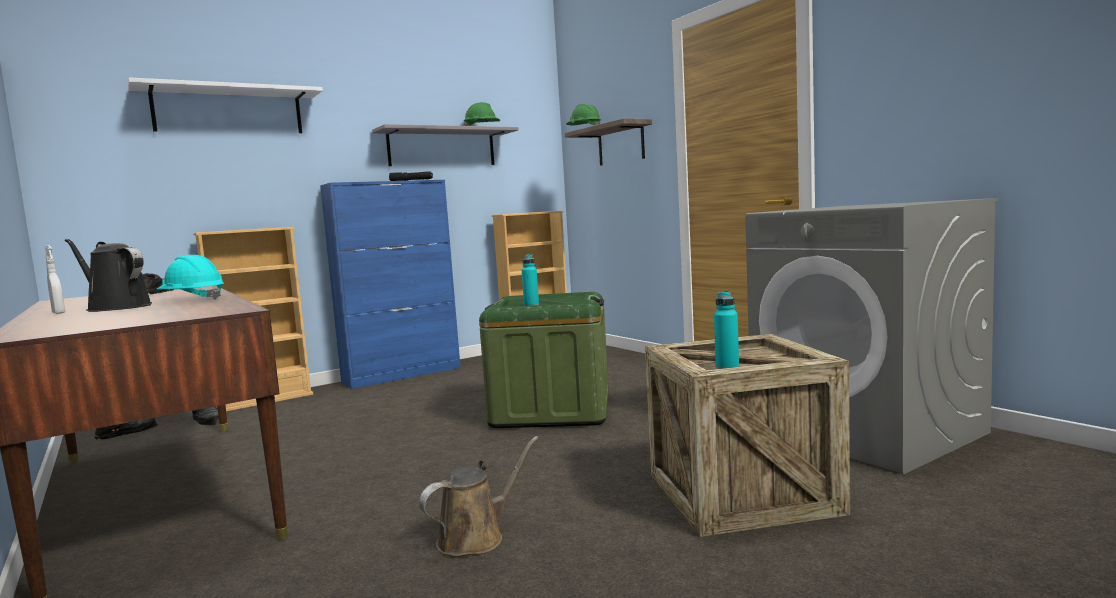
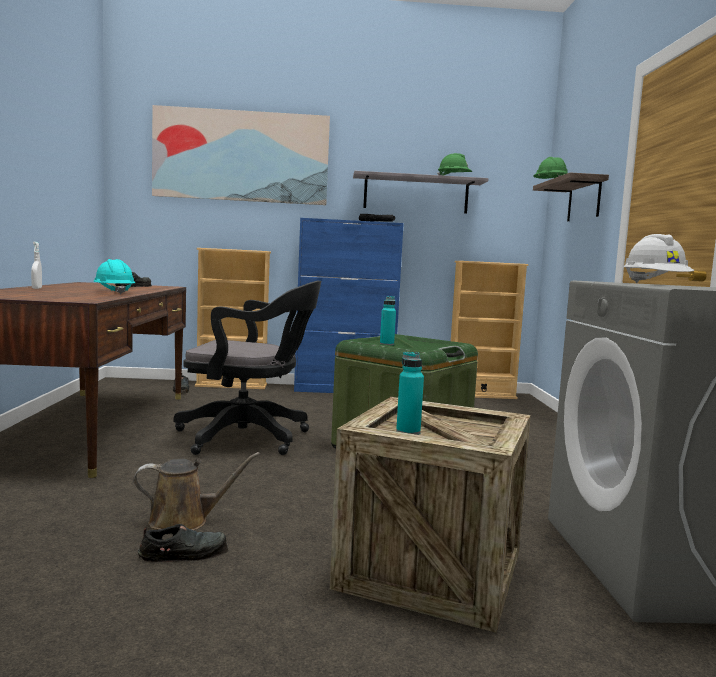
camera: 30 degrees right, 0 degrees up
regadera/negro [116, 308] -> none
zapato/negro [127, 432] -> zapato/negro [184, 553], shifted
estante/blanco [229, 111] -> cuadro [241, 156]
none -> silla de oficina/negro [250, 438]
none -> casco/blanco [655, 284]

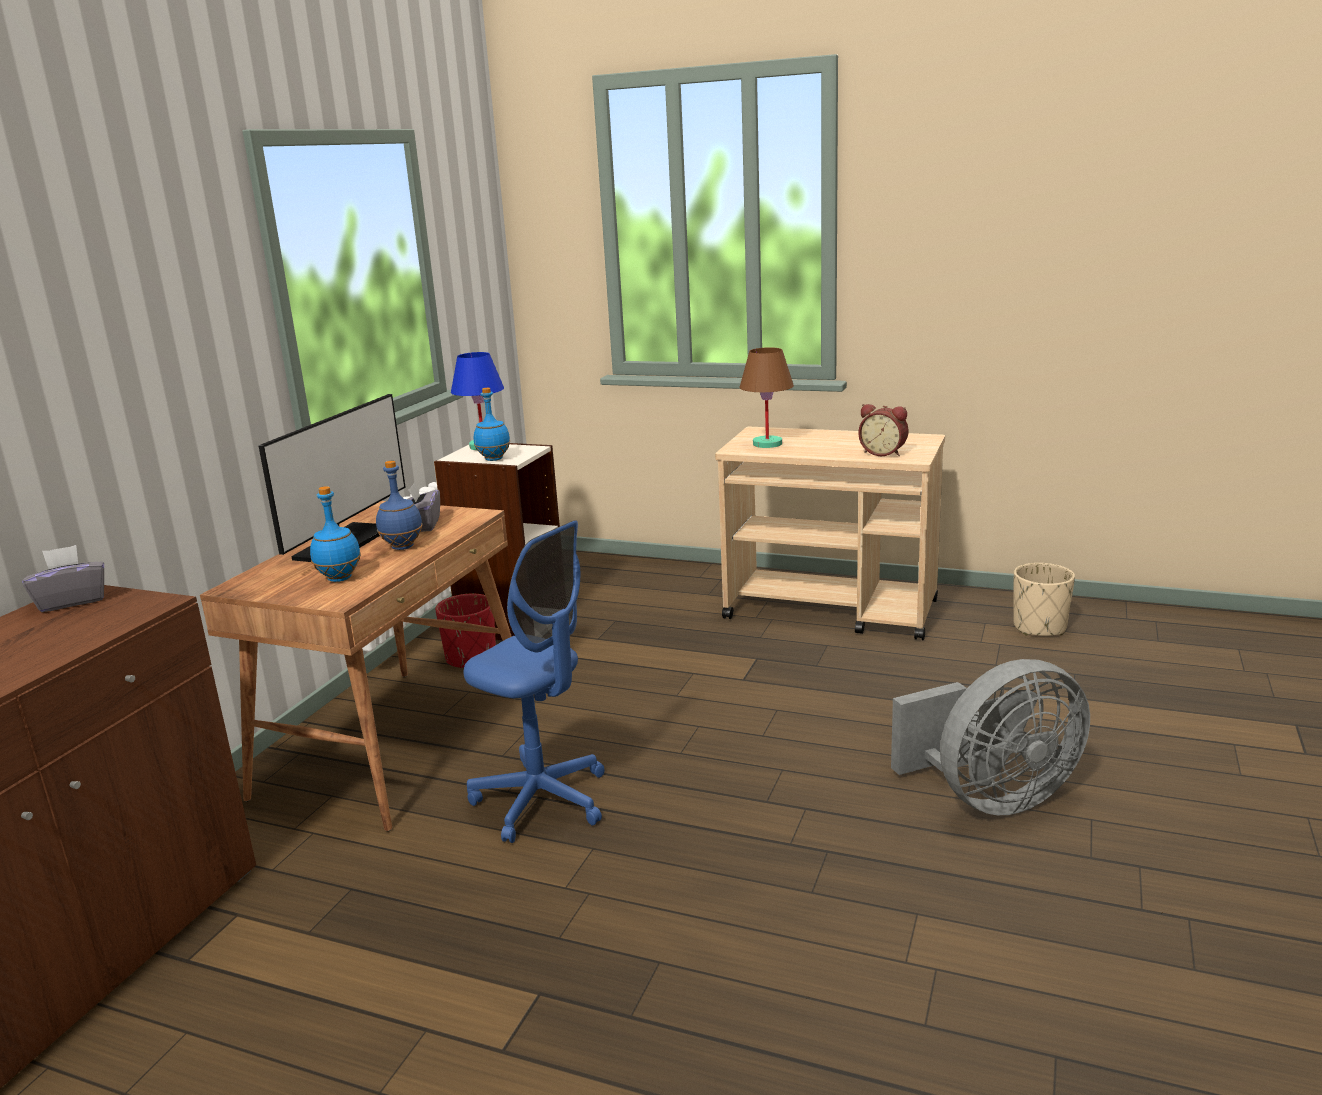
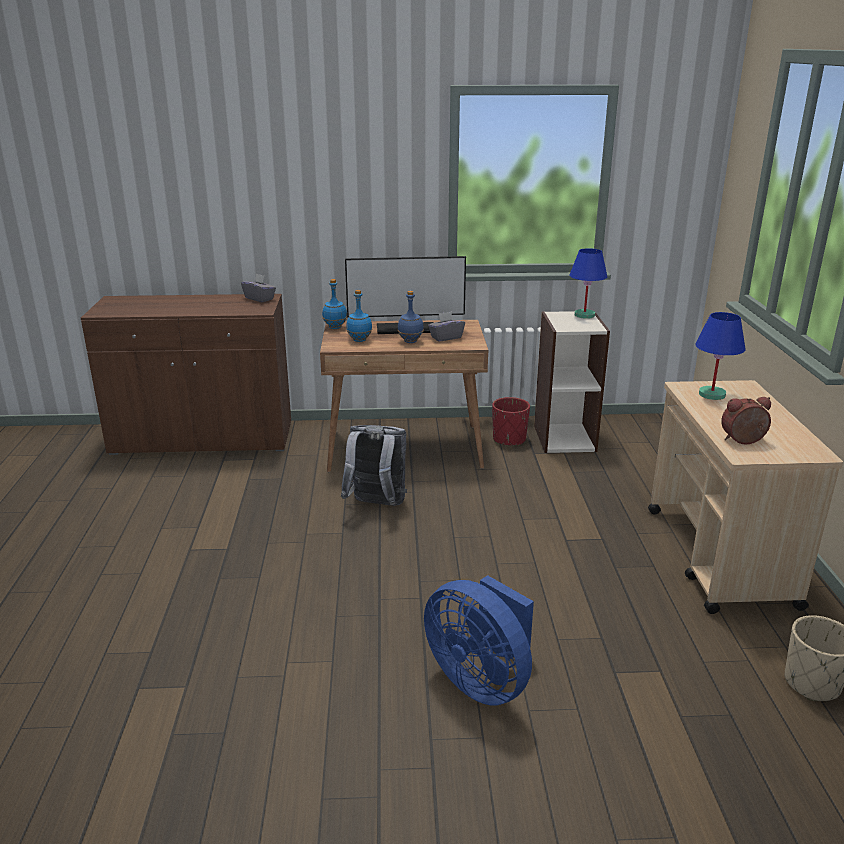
camera: 65 degrees right, 5 degrees up
silla de oficina/azul [541, 801] -> mochila/gris [376, 505]
botella/azul [494, 459] -> botella/azul [335, 328], shifted
lámpara de mesa/marrón [767, 443] -> lámpara de mesa/azul [712, 394]
despertador [883, 453] -> despertador [743, 441], 75 degrees clockwise
ventilador/gris [991, 798] -> ventilador/azul [481, 680]

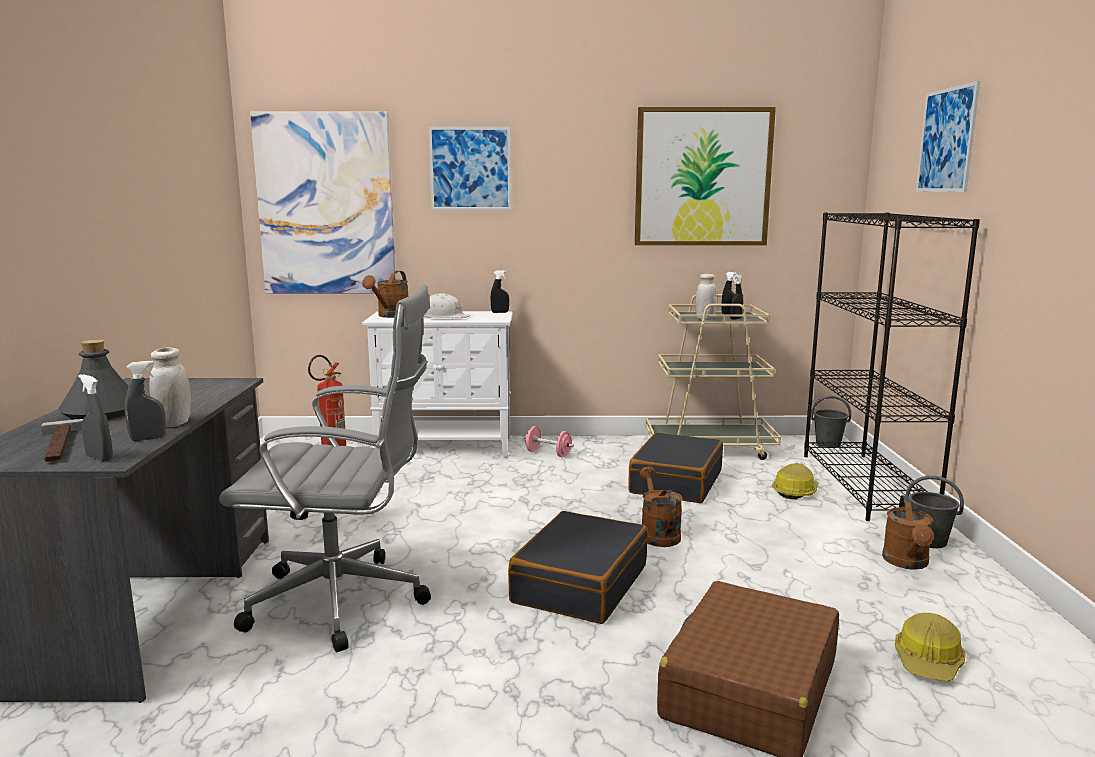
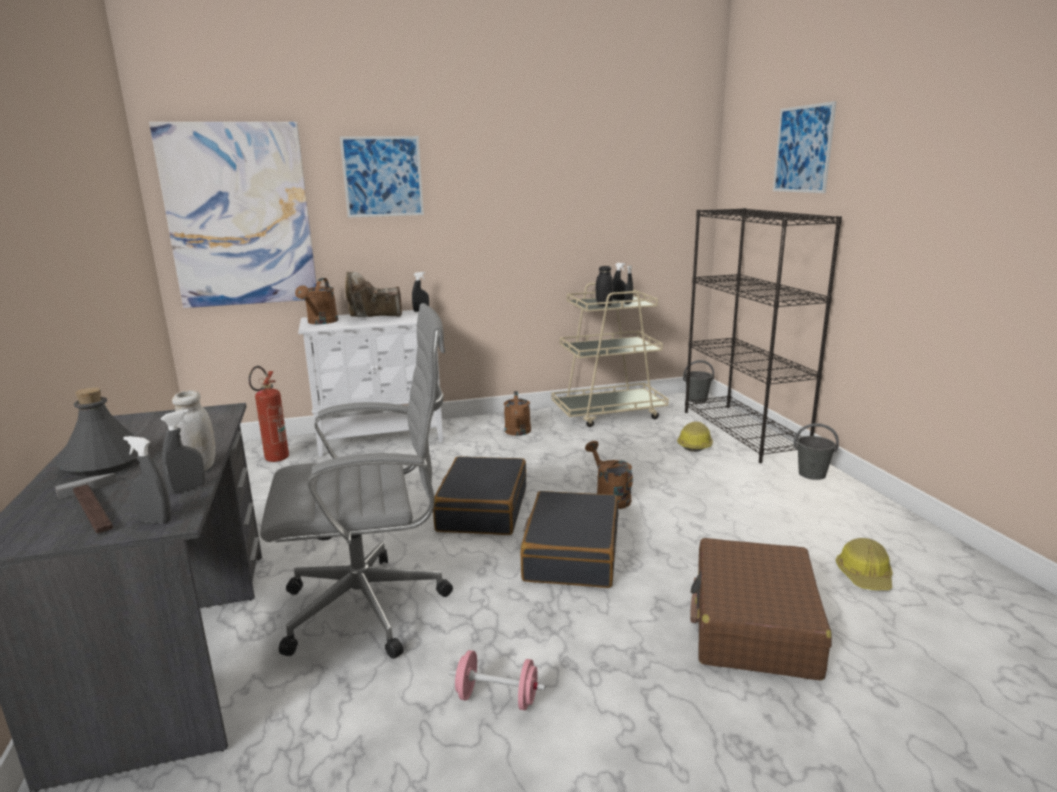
camera: 15 degrees left, 5 degrees up
casco/blanco [444, 316] -> bota/marrón [373, 319]
mancuerna/rosa [548, 453] -> mancuerna/rosa [497, 698], shifted
maleta/negro [675, 482] -> maleta/negro [482, 509], shifted
cuadro [702, 177] -> none
tarro/blanco [705, 319] -> tarro/negro [604, 305]
regadera/marrón [907, 563] -> regadera/marrón [518, 432], shifted

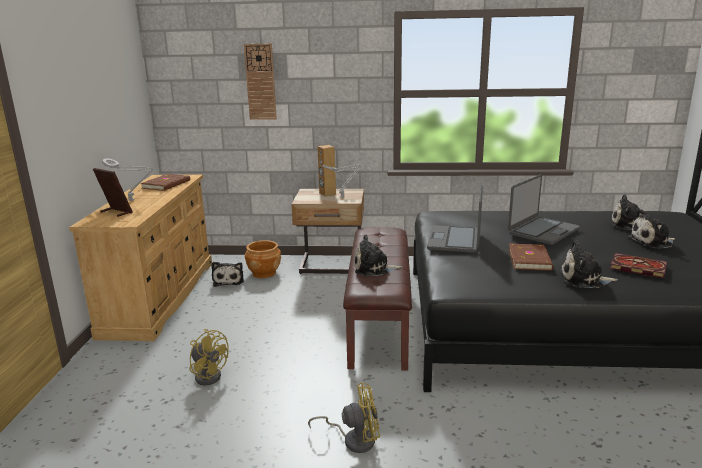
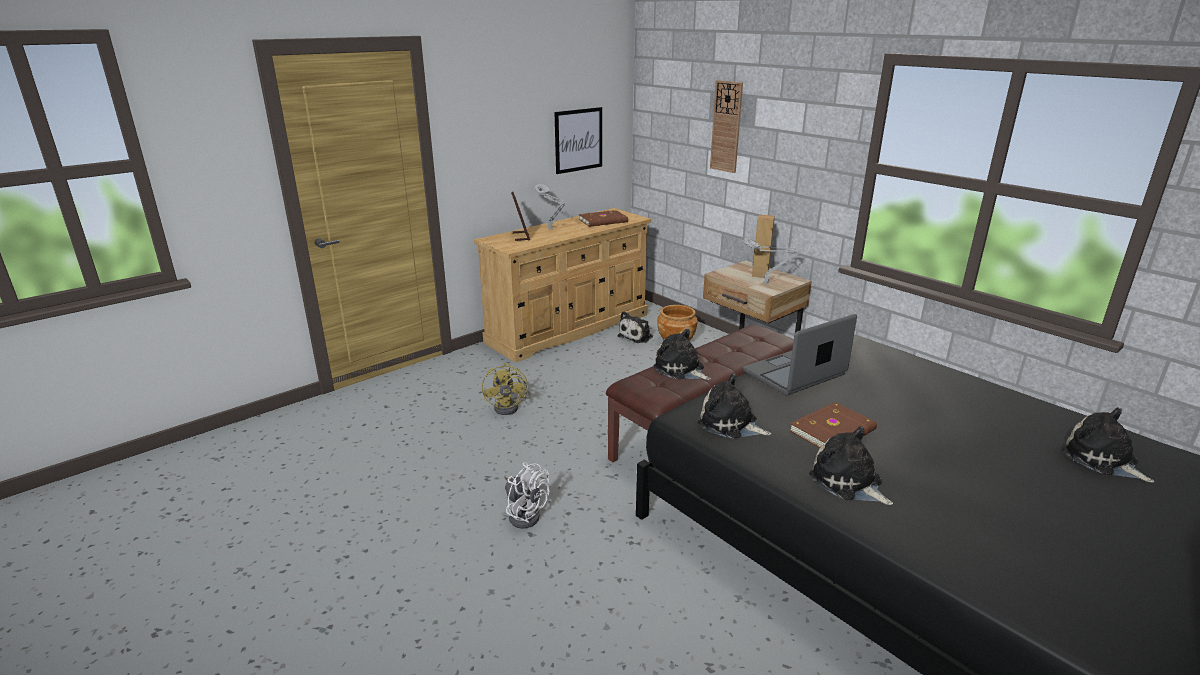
camera: 45 degrees right, 5 degrees up
ventilador/amarillo [354, 439] -> ventilador/blanco [524, 514]
portátil [542, 231] -> none
libro [636, 267] -> none
peluche [653, 242] -> peluche [730, 424], shifted
none -> cuadro [578, 140]

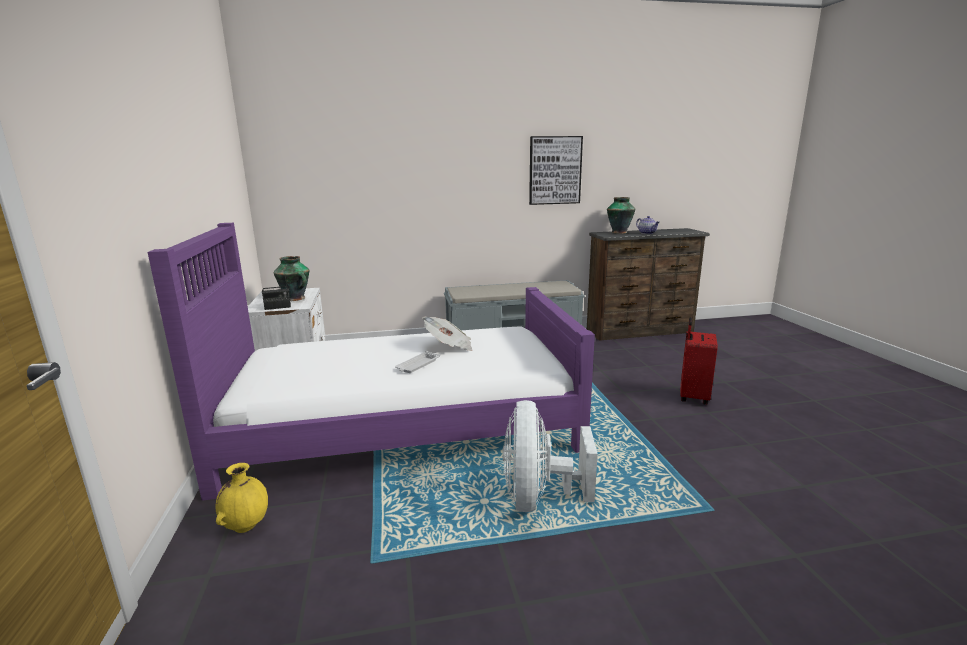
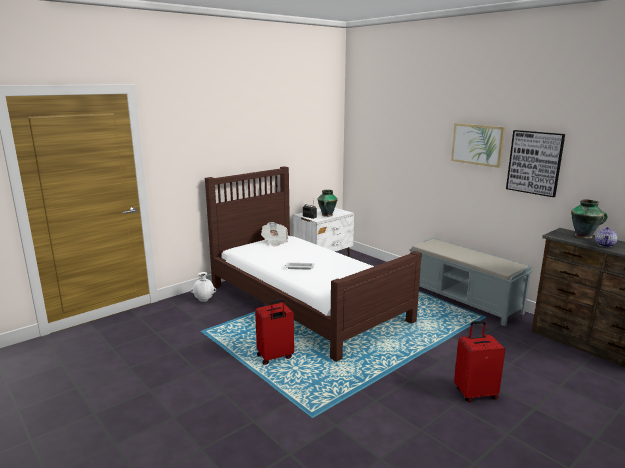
camera: 60 degrees right, 0 degrees up
cama/morado [401, 426] -> cama/marrón [305, 302]
florero/amarillo [246, 526] -> florero/blanco [204, 300]
periódico [449, 346] -> periódico [275, 241], shifted
ventilador/blanco [538, 498] -> maleta/rojo [275, 357]
none -> cuadro [477, 144]

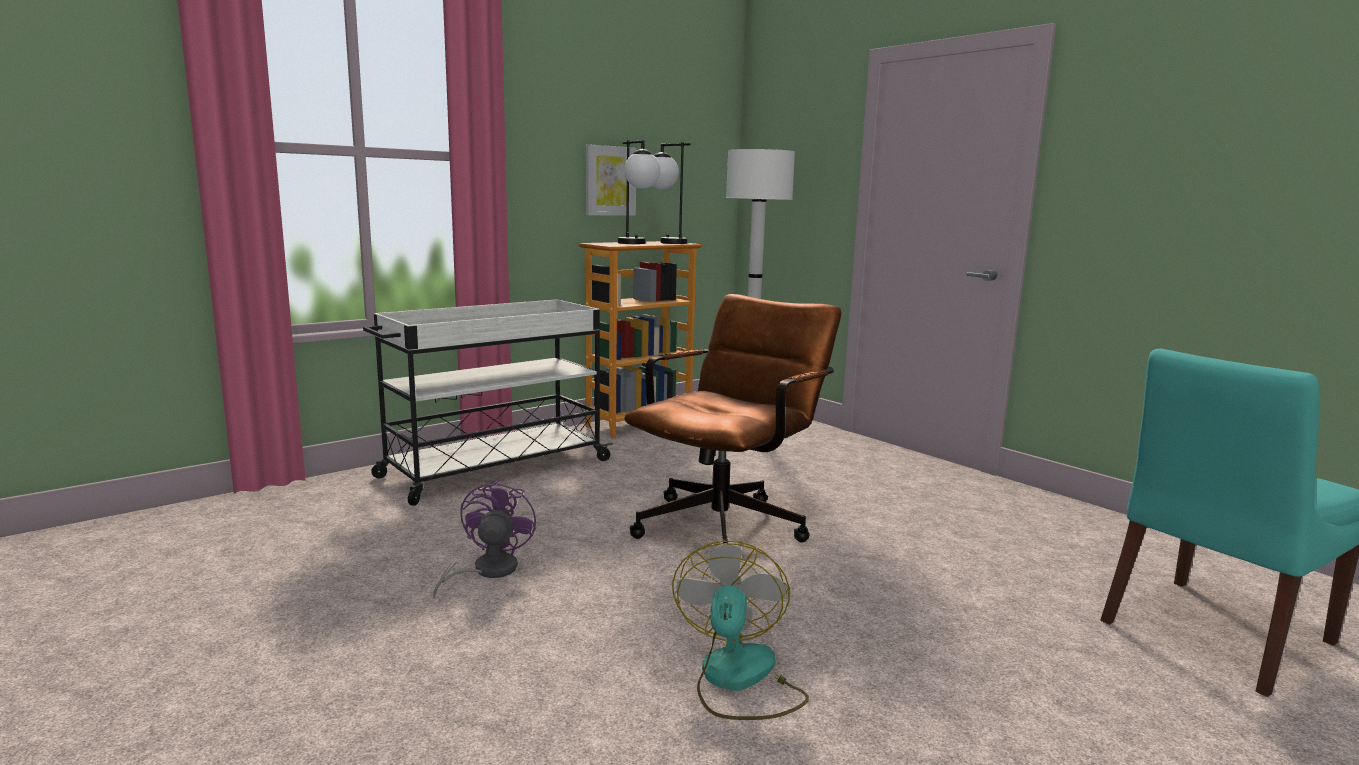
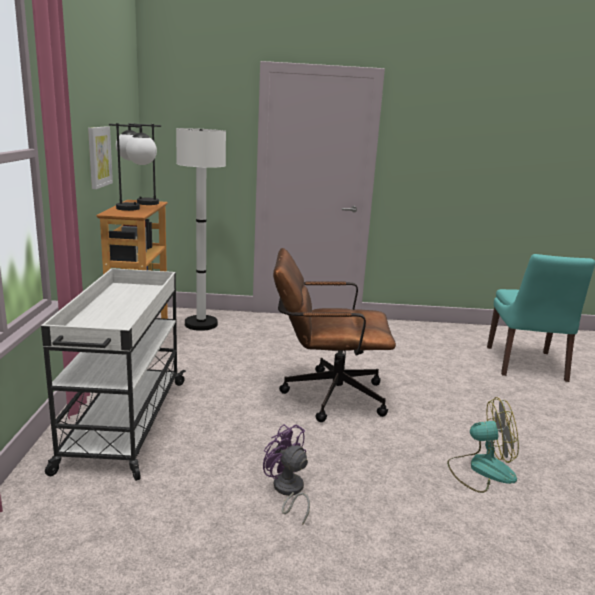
camera: 50 degrees left, 5 degrees up
silla de oficina/marrón [728, 524] -> silla de oficina/marrón [325, 395], 75 degrees counterclockwise
ventilador [738, 680] -> ventilador [481, 469], 135 degrees clockwise

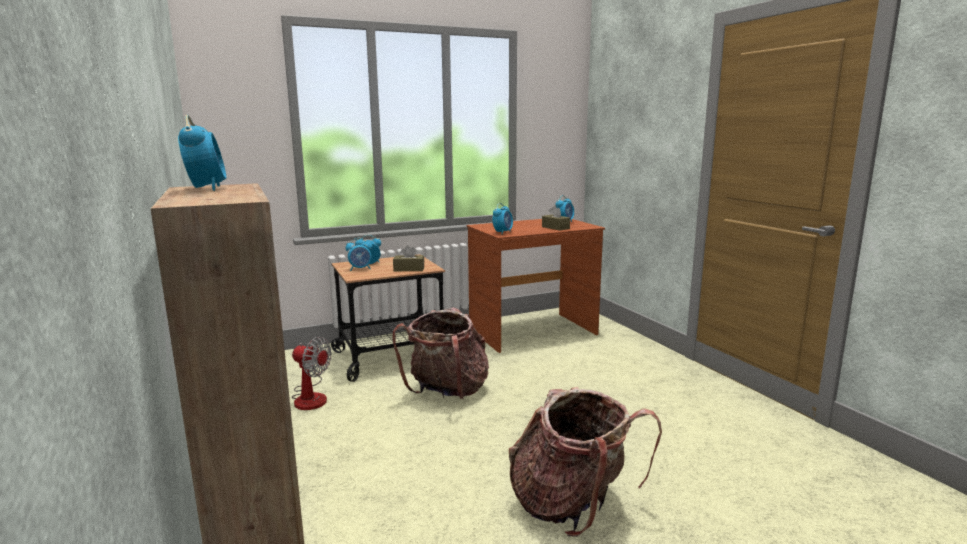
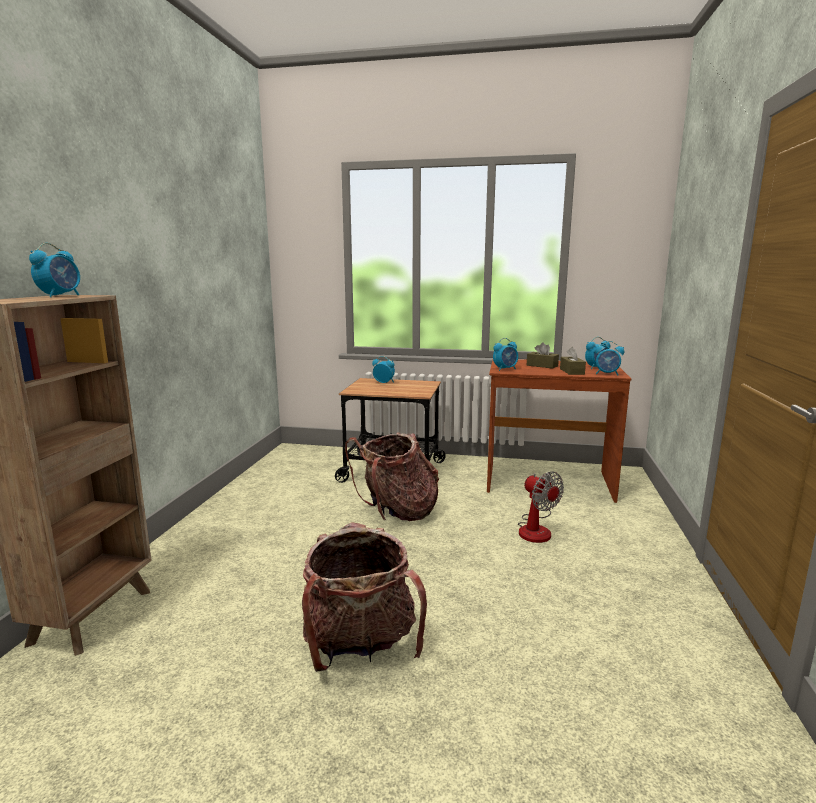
camera: 35 degrees right, 0 degrees up
ventilador [310, 397] -> ventilador [536, 528], shifted
despertador [360, 269] -> despertador [607, 374], shifted
caja de pañuelos/marrón [409, 269] -> caja de pañuelos/marrón [542, 366], shifted

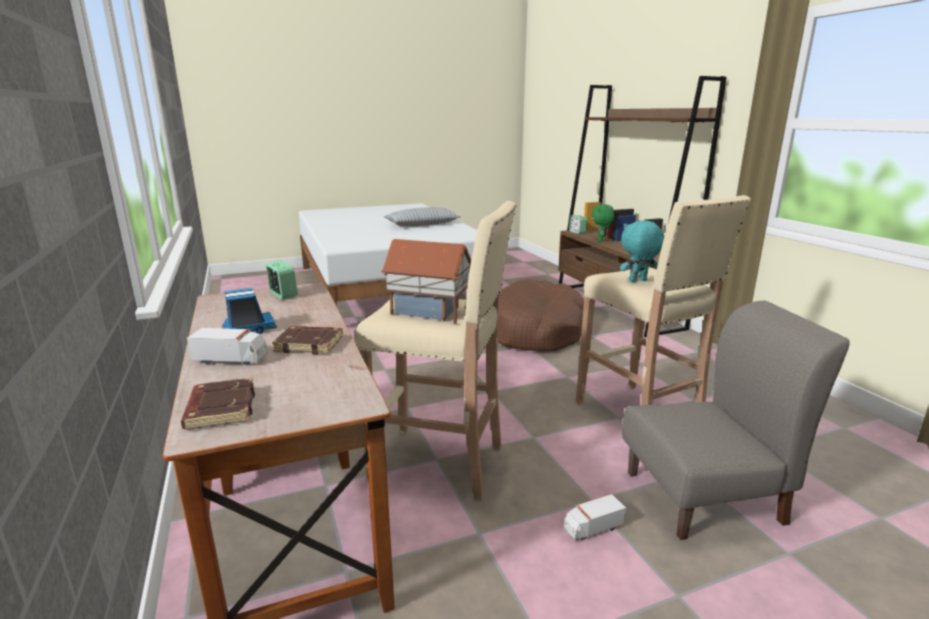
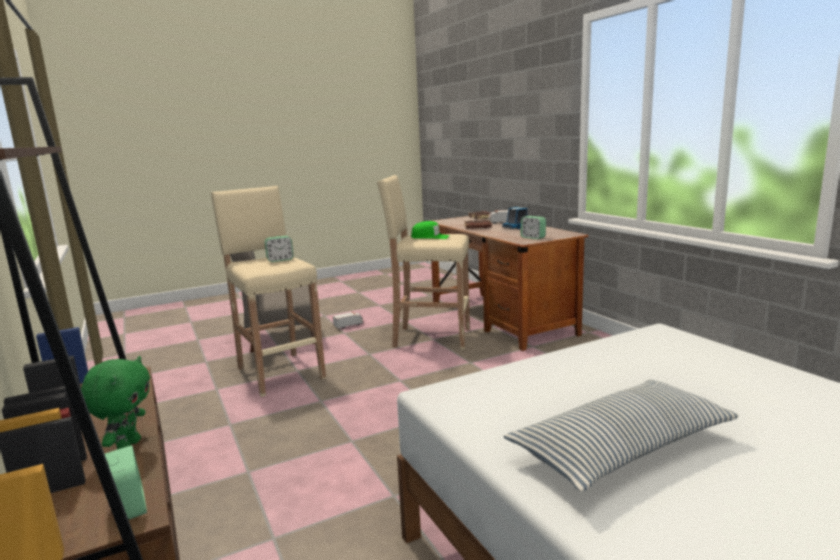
camera: 175 degrees right, 5 degrees down
casita [429, 312] -> gorra/verde [430, 237]
cama para perro/marrón [535, 331] -> none
peluche/turquesa [638, 281] -> despertador [280, 260]

